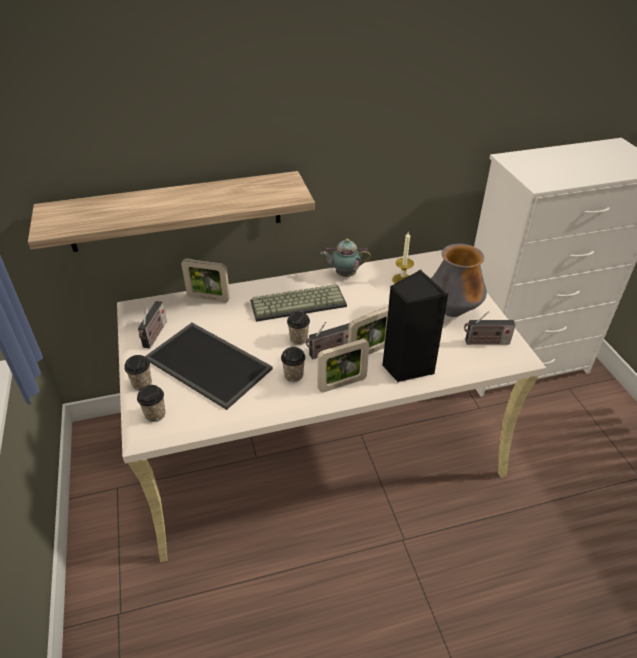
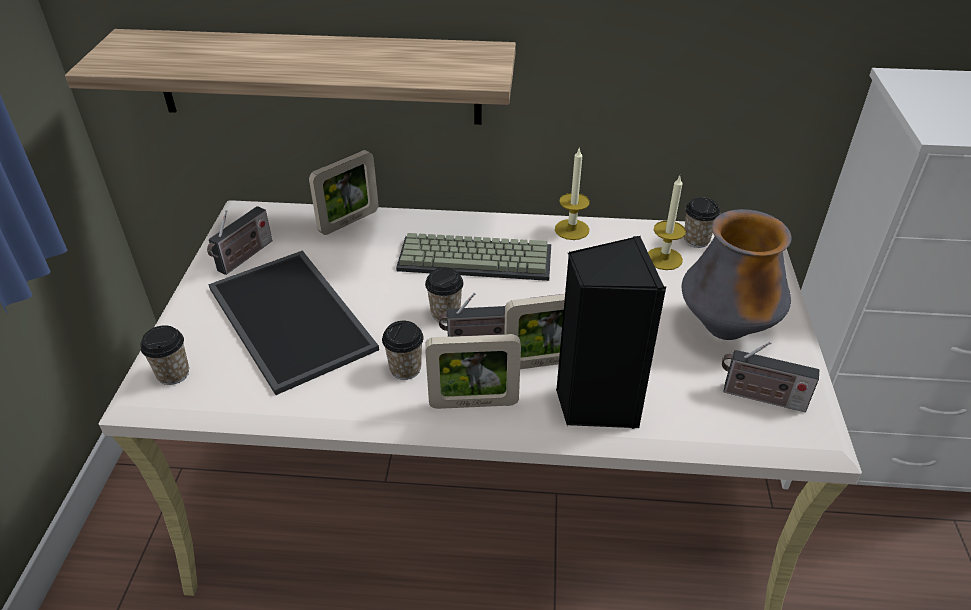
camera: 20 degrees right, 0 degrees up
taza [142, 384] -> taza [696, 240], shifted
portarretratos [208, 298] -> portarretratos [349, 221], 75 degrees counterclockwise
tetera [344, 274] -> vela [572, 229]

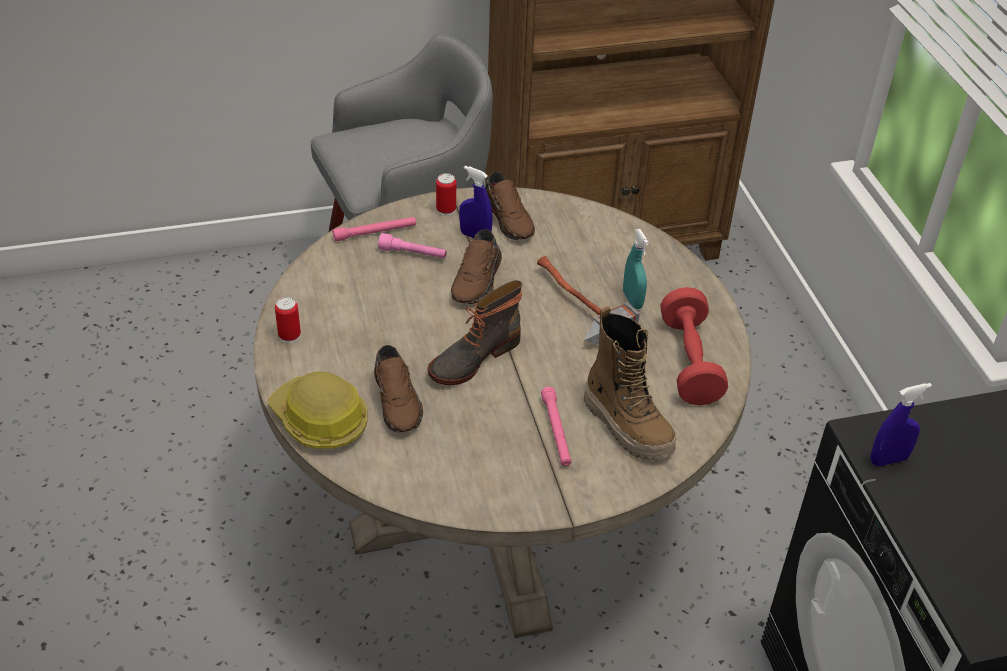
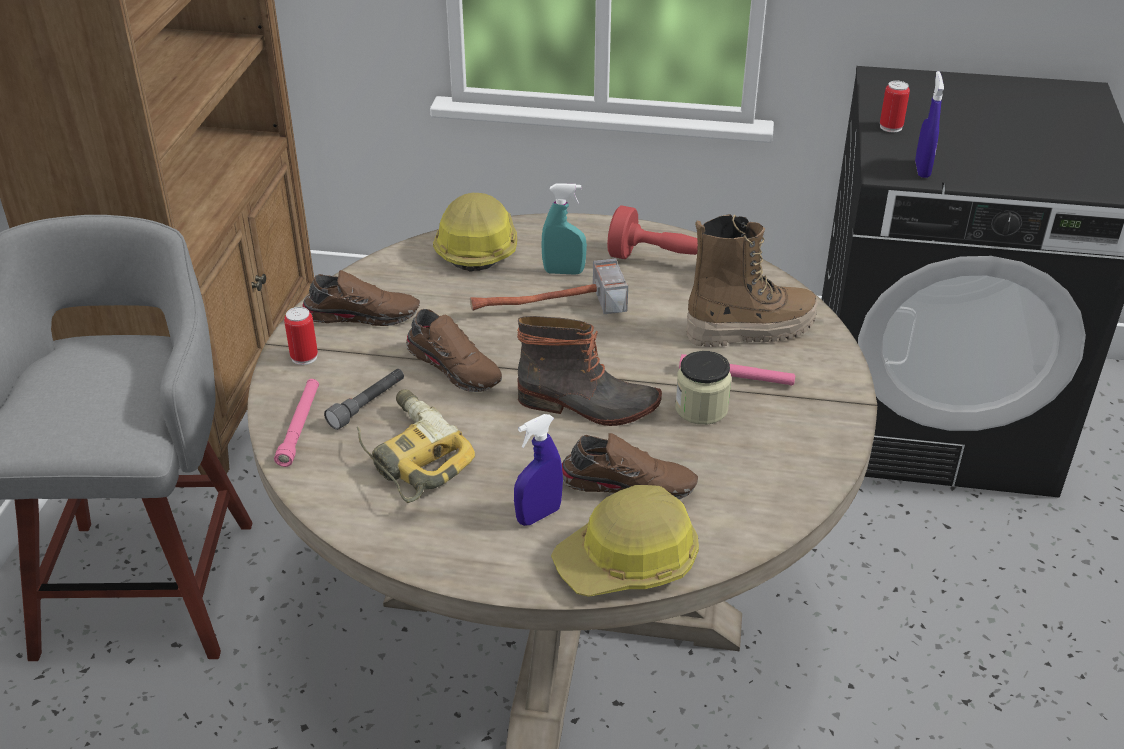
camera: 65 degrees left, 5 degrees down
lata [289, 335] -> lata [891, 127], shifted
linterna/rosa [413, 254] -> linterna/gris [368, 405]
bota [473, 358] -> bota [588, 405], 60 degrees counterclockwise
pulverizador/azul [475, 236] -> pulverizador/azul [538, 515], shifted
none -> taladro [409, 456]
none -> casco [476, 246]
none -> tarro [701, 408]

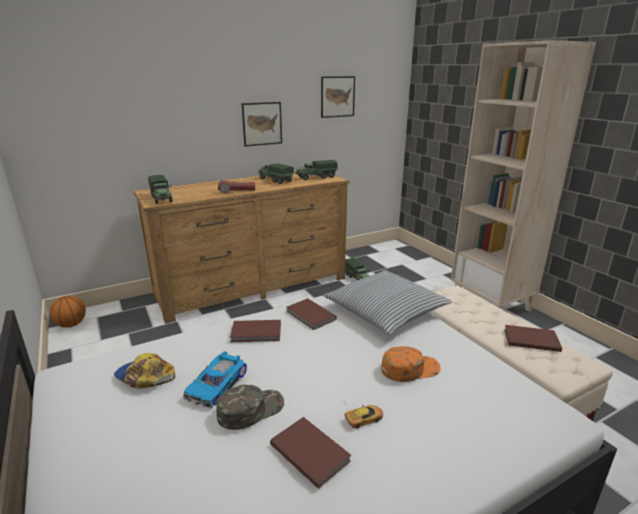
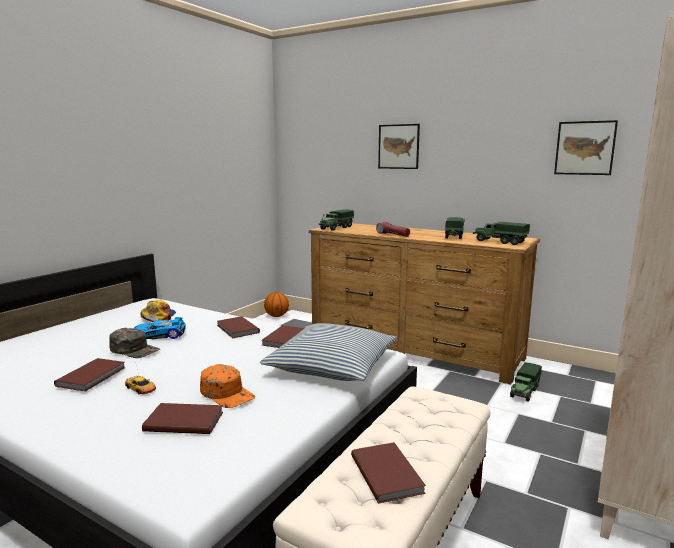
camera: 60 degrees right, 10 degrees down
cuadro [262, 124] -> cuadro [398, 146], shifted
none -> libro/marrón [184, 420]

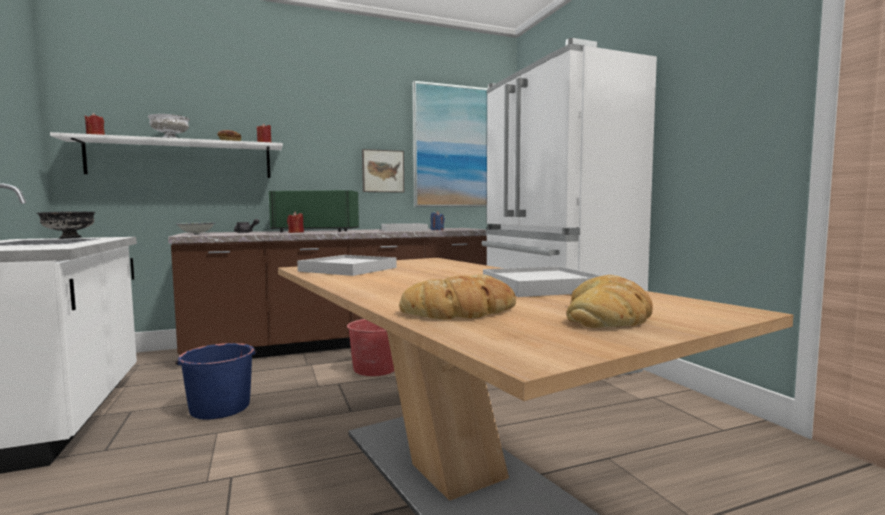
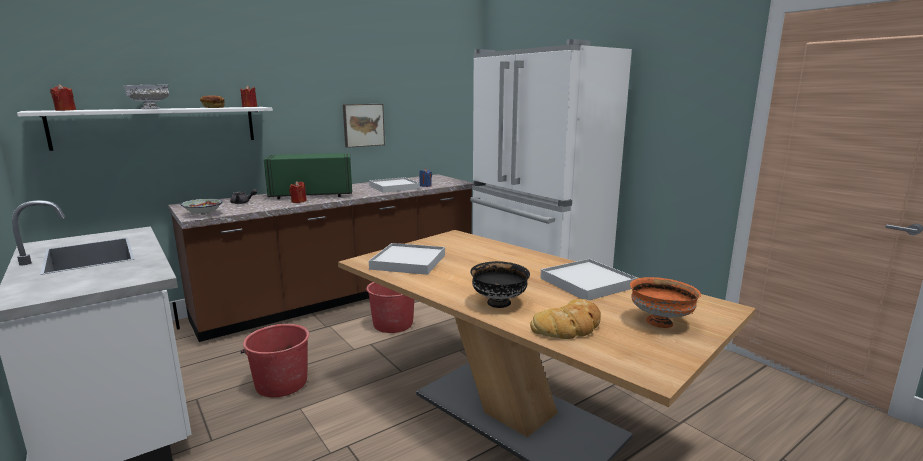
camera: 15 degrees left, 10 degrees up
cuenco/negro [69, 238] -> cuenco/negro [499, 303], shifted
cubo/azul [220, 407] -> cubo/rojo [281, 383]
cuadro [456, 147] -> none
pan [607, 315] -> cuenco/naranja [660, 322]

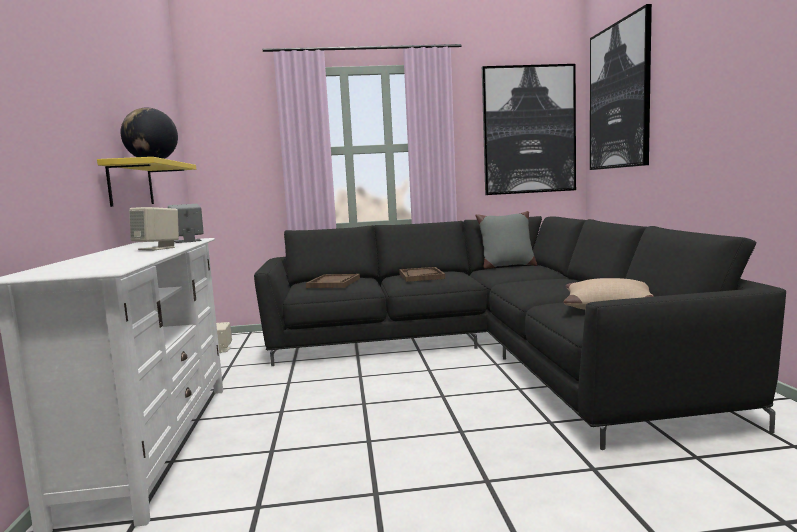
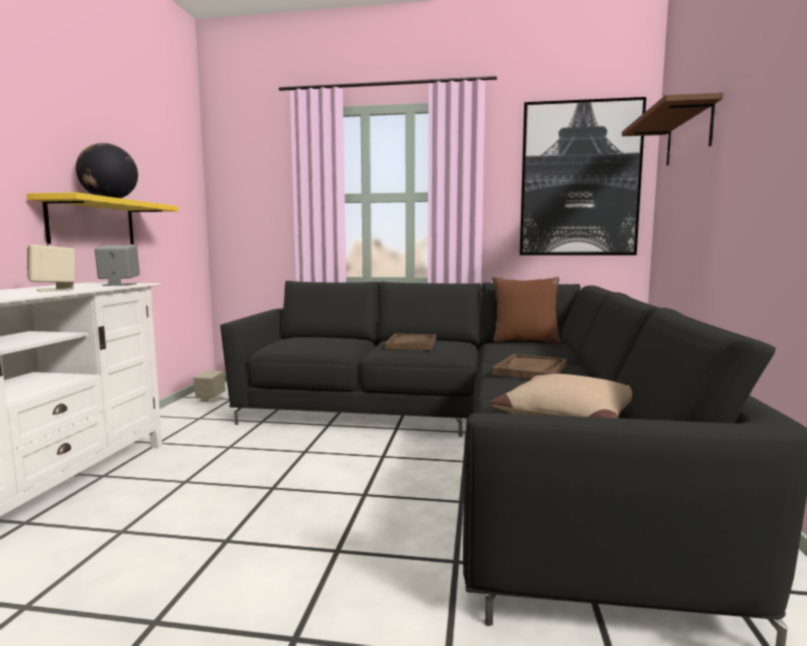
camera: 15 degrees right, 0 degrees up
bandeja/marrón [334, 283] -> bandeja/marrón [530, 369], shifted
cojín/gris [507, 266] -> cojín/marrón [524, 341]
cuadro [619, 96] -> estante/marrón [688, 135]

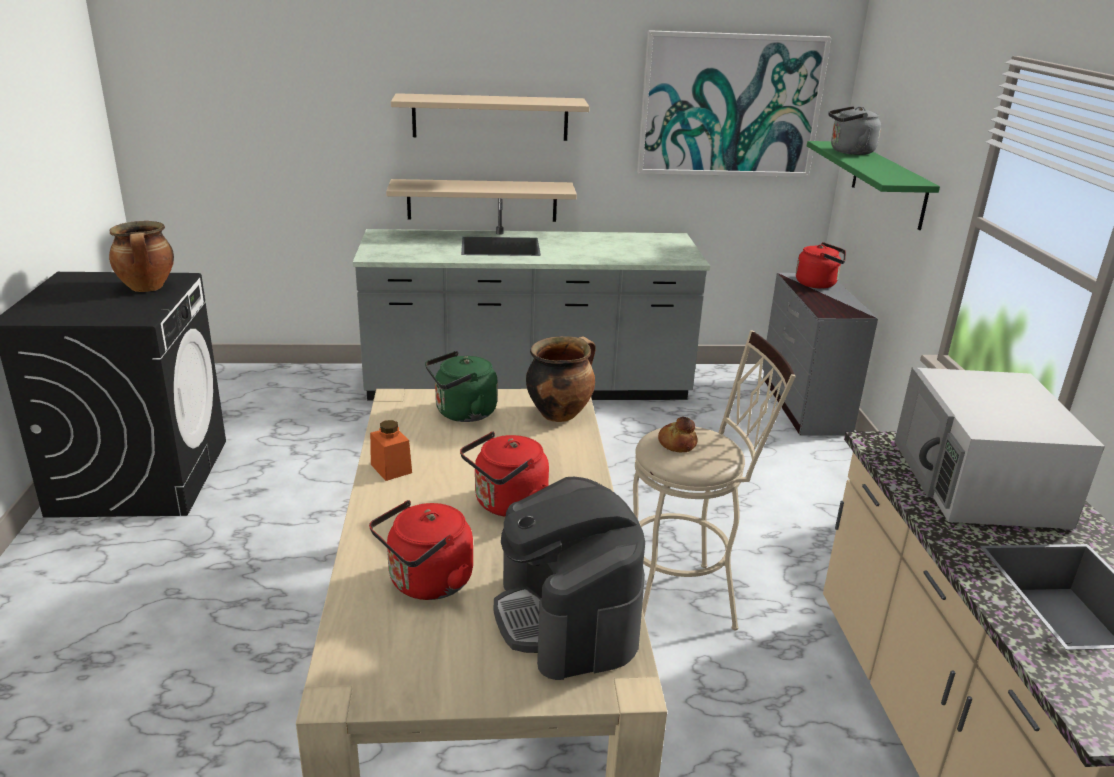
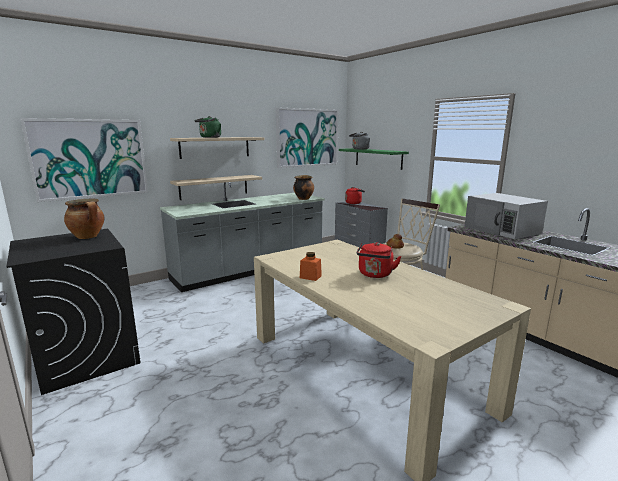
camera: 30 degrees left, 10 degrees down
hervidor/rojo [426, 583] -> none
hervidor/verde [462, 413] -> hervidor/verde [209, 137], shifted
cafetera [567, 617] -> none
olla [559, 413] -> olla [303, 198], shifted
none -> cuadro [90, 158]

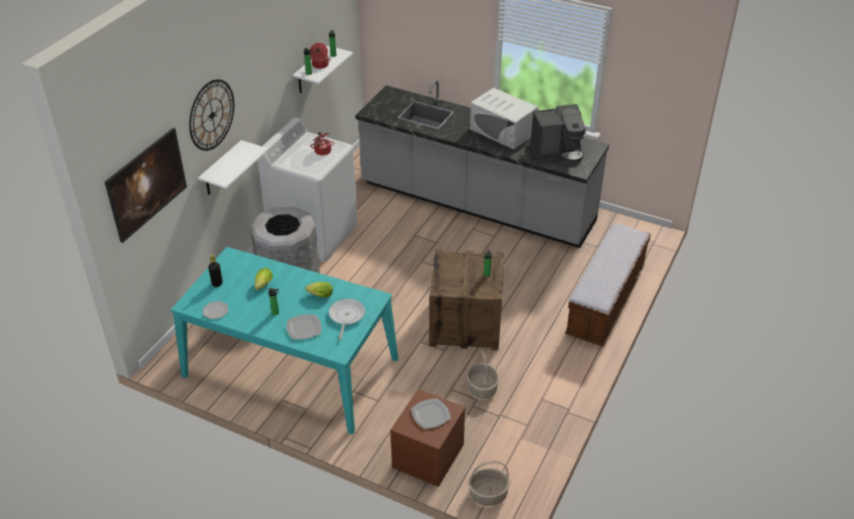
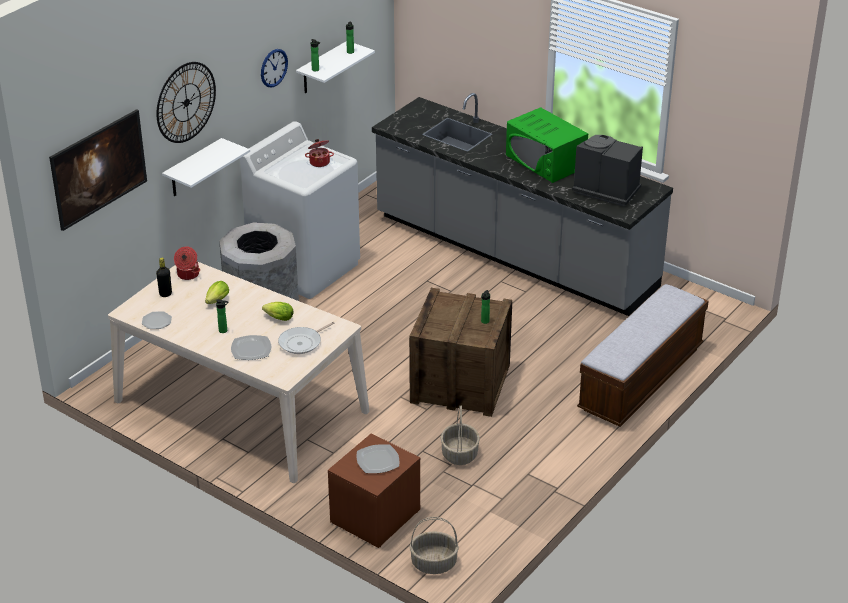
camera: 10 degrees right, 5 degrees down
mesa de comedor/turquesa [290, 367] -> mesa de comedor/beis [241, 406]
olla [320, 65] -> olla [187, 275], shifted
sartén [346, 316] -> sartén [302, 343], 150 degrees counterclockwise
microondas/blanco [503, 131] -> microondas/verde [545, 161]
cafetera [557, 151] -> cafetera [605, 190], 150 degrees counterclockwise
none -> reloj de pared [273, 68]

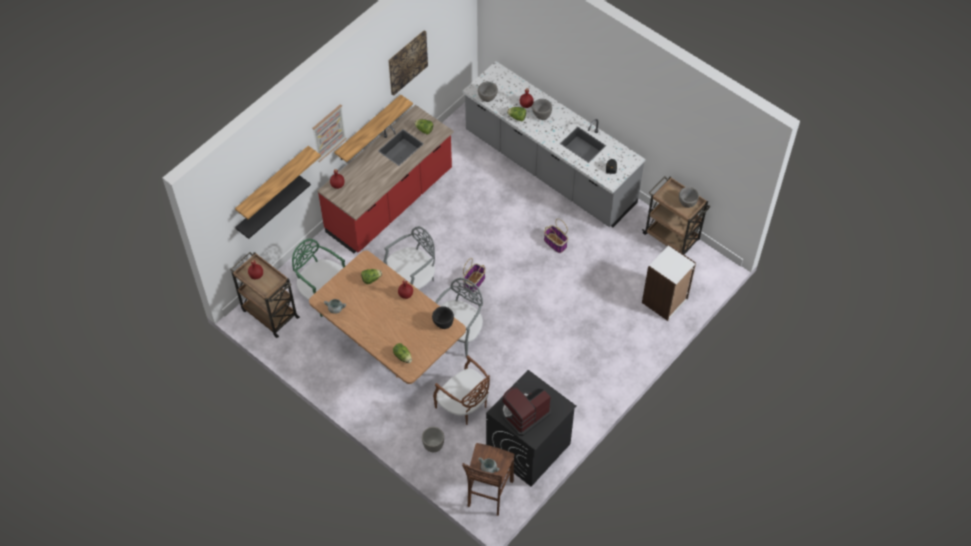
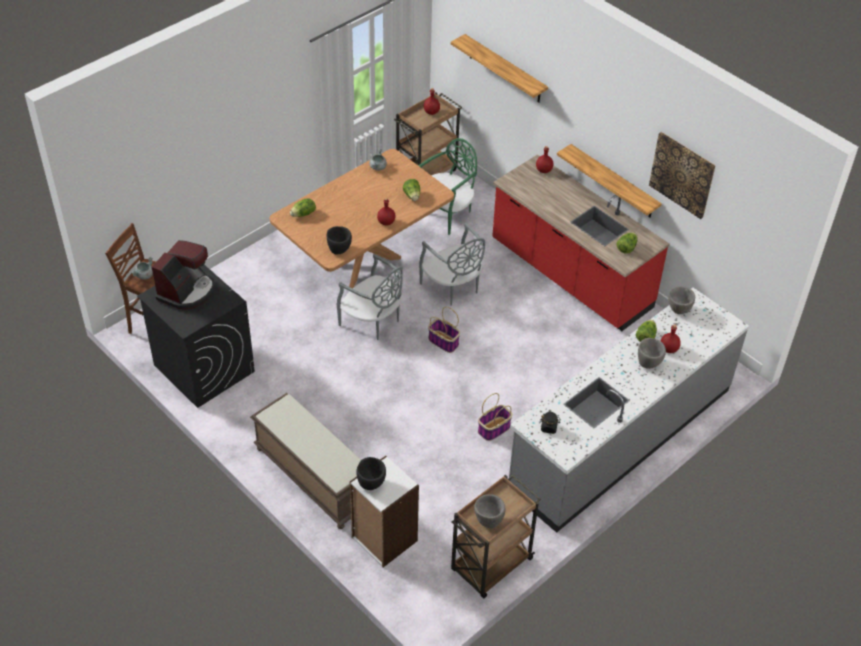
camera: 95 degrees right, 10 degrees down
estante/negro [267, 206] -> none
cuadro [328, 132] -> none
maceta [433, 445] -> none
silla/marrón [464, 405] -> none
cafetera [523, 413] -> cafetera [187, 291], 60 degrees clockwise
none -> banco/marrón [312, 476]
none -> cuenco/negro [371, 483]

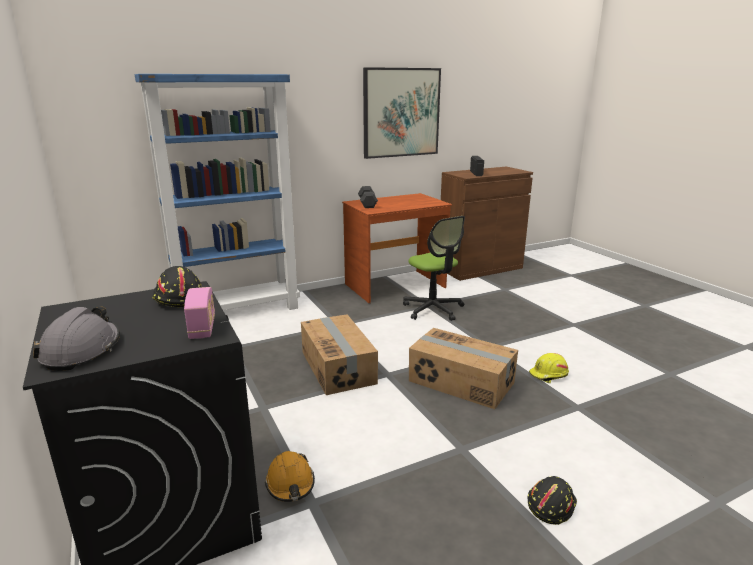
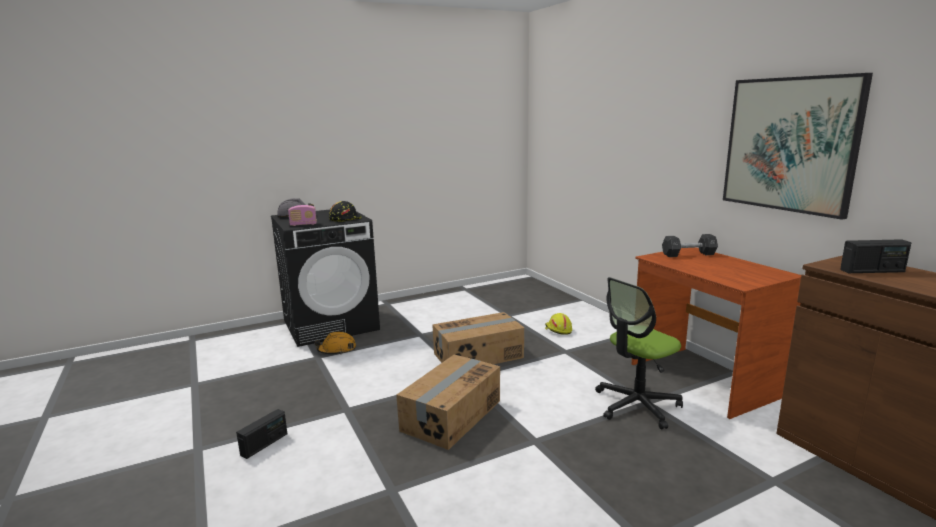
camera: 90 degrees right, 5 degrees down
estantería/azul [239, 311] -> none
casco/negro [550, 504] -> radio [264, 444]
casco/amarillo [549, 375] -> casco/amarillo [558, 330], shifted

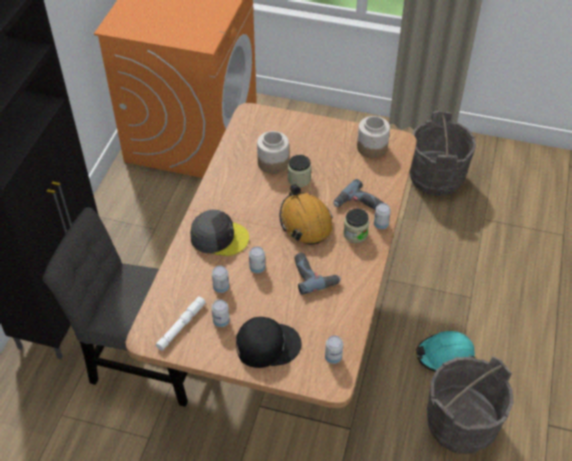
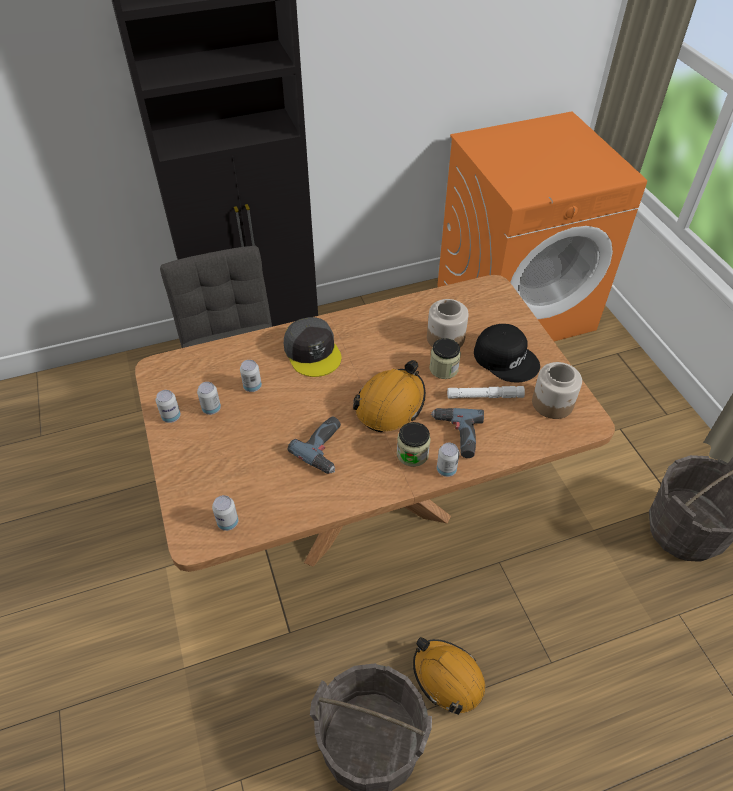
camera: 55 degrees right, 0 degrees up
linterna/blanco [181, 326] -> linterna/blanco [485, 396], shifted
gorra/negro [267, 344] -> gorra/negro [506, 358], shifted
lata [257, 268] -> lata [171, 417], shifted
casco/turquesa [444, 356] -> casco/naranja [447, 677]

